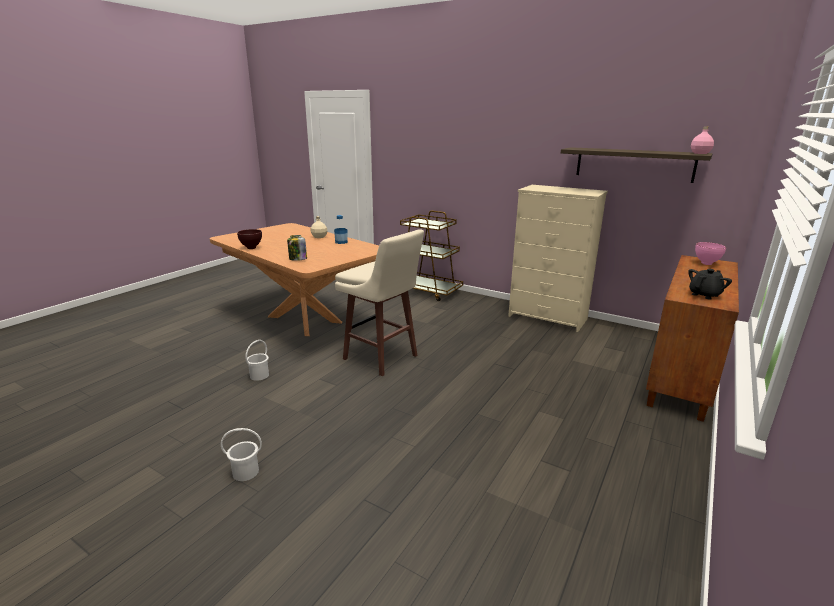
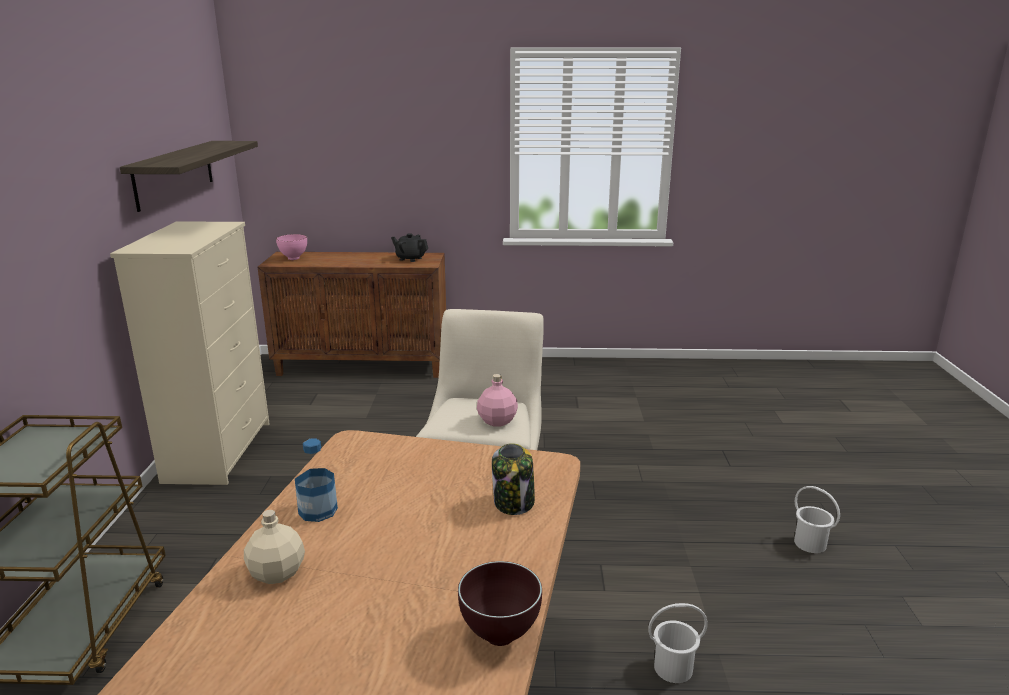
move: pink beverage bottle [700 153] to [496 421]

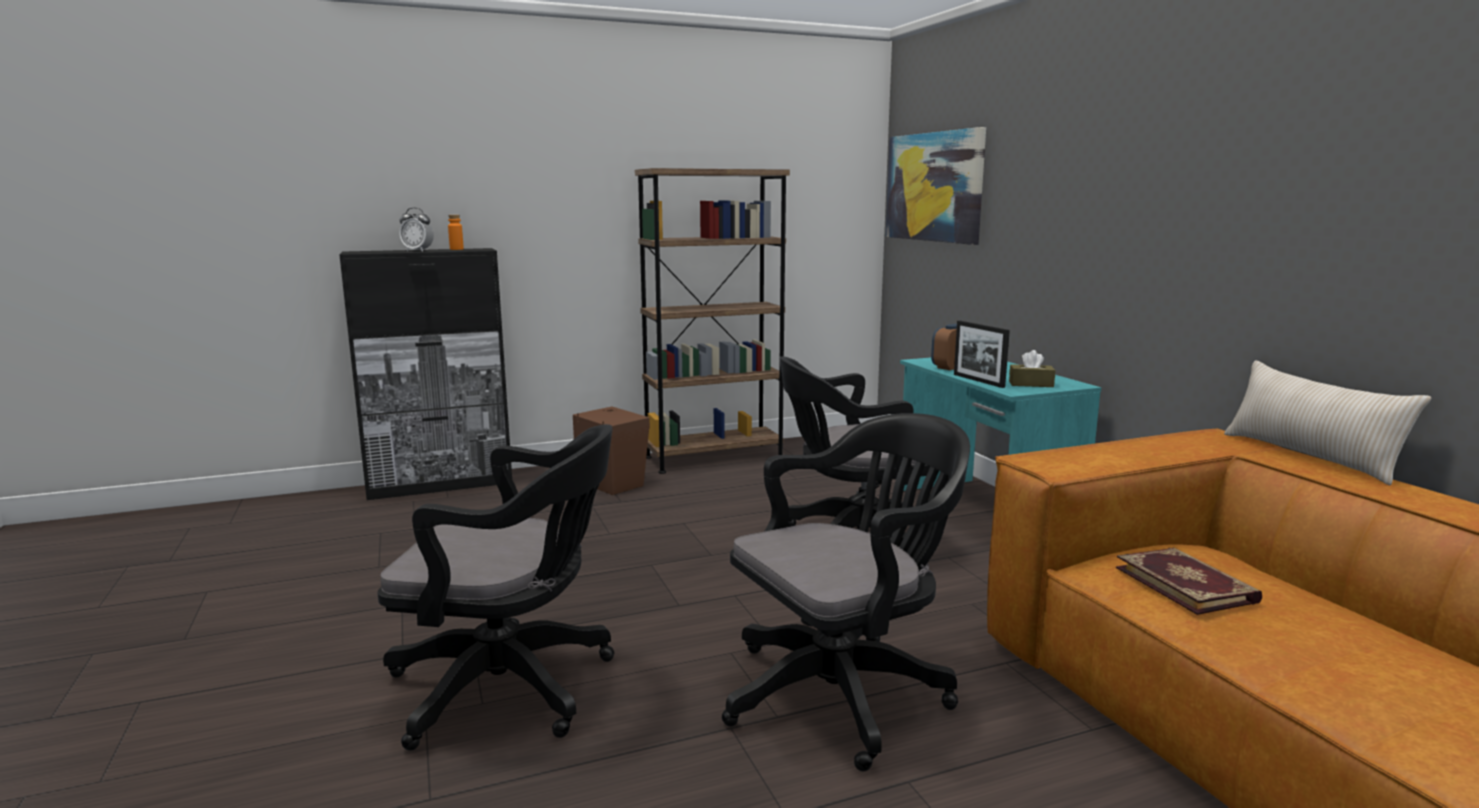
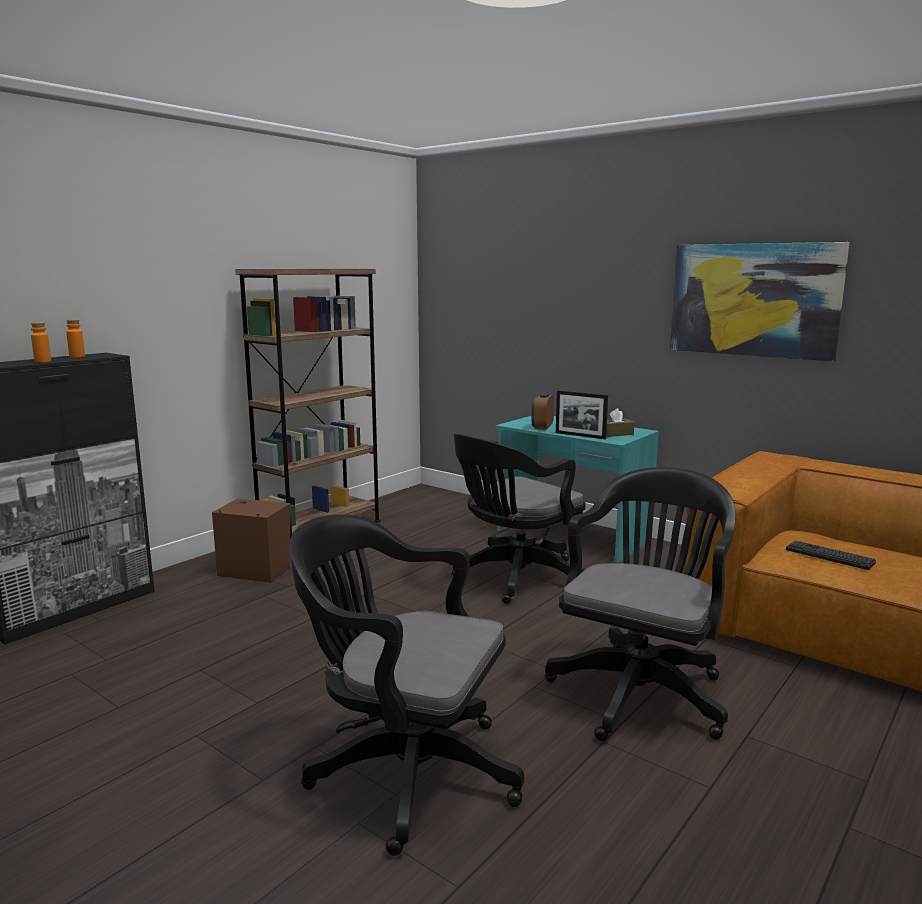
delete: beige-coloured pillow [1309 456]
move: wall picture [933 187] to [753 300]
replace: alarm clock [418 251] to orange beverage bottle [43 361]; volume [1186 584] to PC keyboard [829 556]
rotate: black-coloured computer chair [513 687] = [404 771] 135 degrees counterclockwise

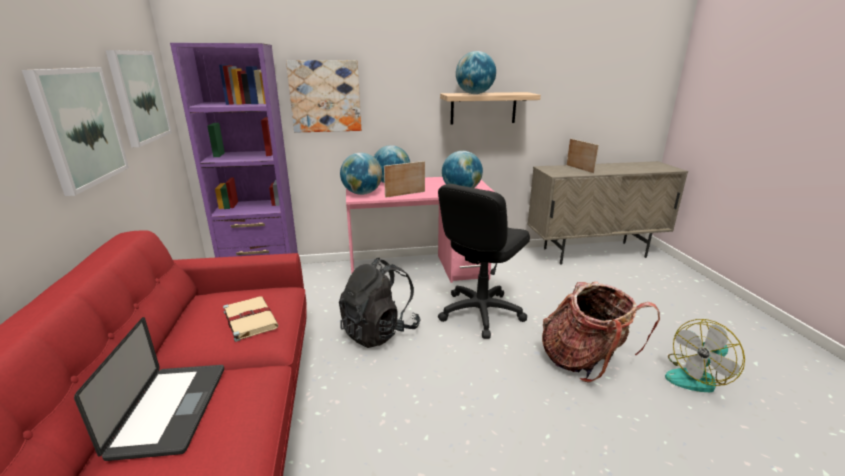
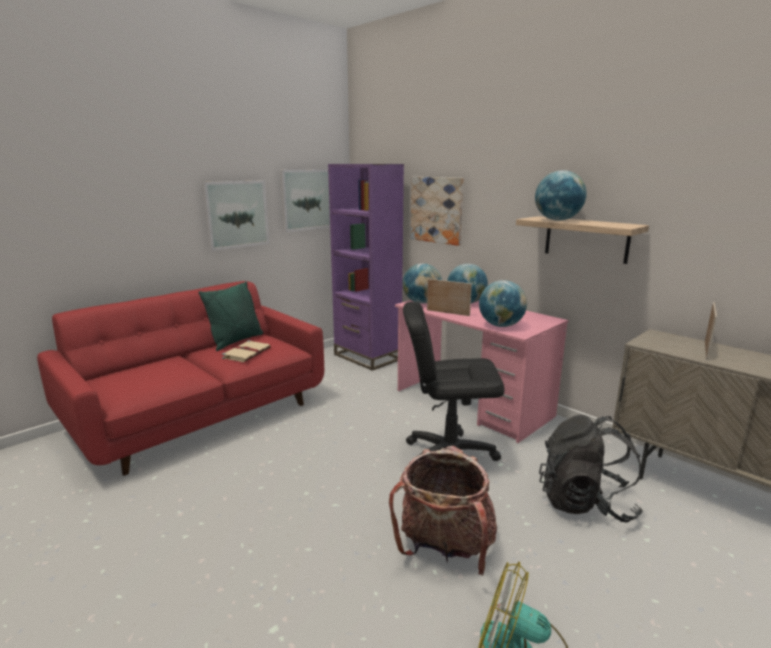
delete: notebook computer [170 410]
insert: greenish pillow [236 341]
move: black-coloured knapsack [379 331] to [585 502]

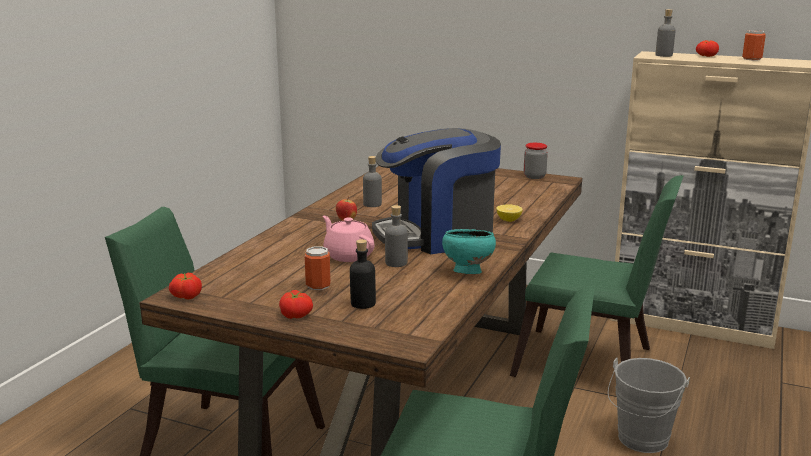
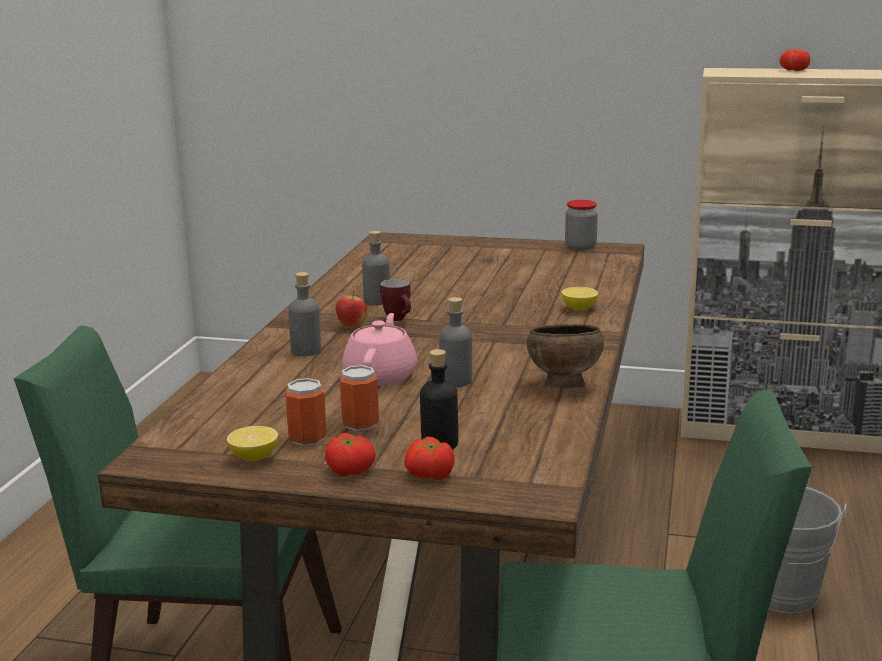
delete: coffee maker [437 235]; greenish upright chair [591 366]
insert: citrus fruit [254 458]; coffee mug [399 319]
move: sealed can [752 59] to [307 438]; gray beverage bottle [664 55] to [306 351]; tomato [186 296] to [430 475]
recolor: turquoise serving bowl [467 272] to brown-coloured serving bowl [562 386]
rotate: pink teapot [348 255] = [381 376] 60 degrees clockwise

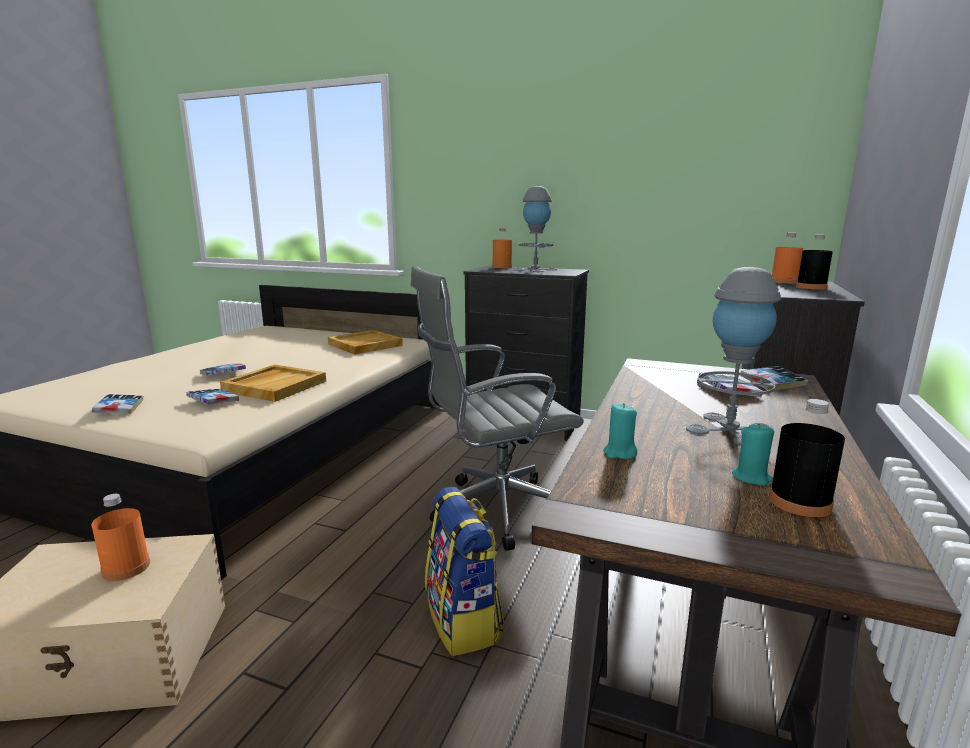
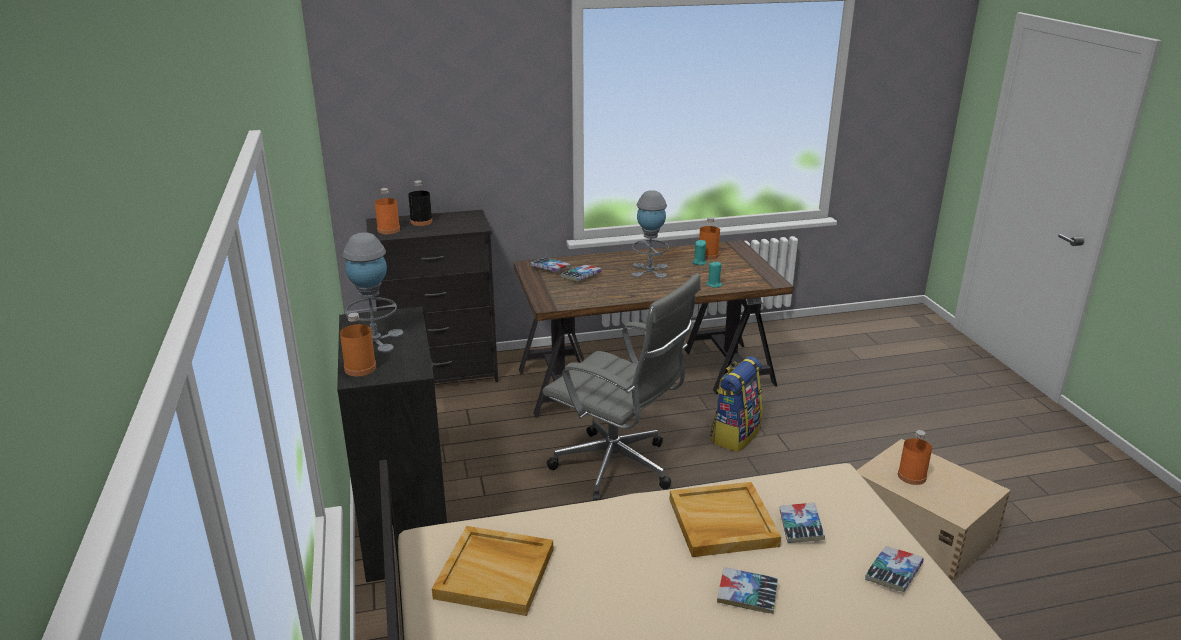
recolor: black-coloured beverage bottle [799 502] to orange beverage bottle [708 255]

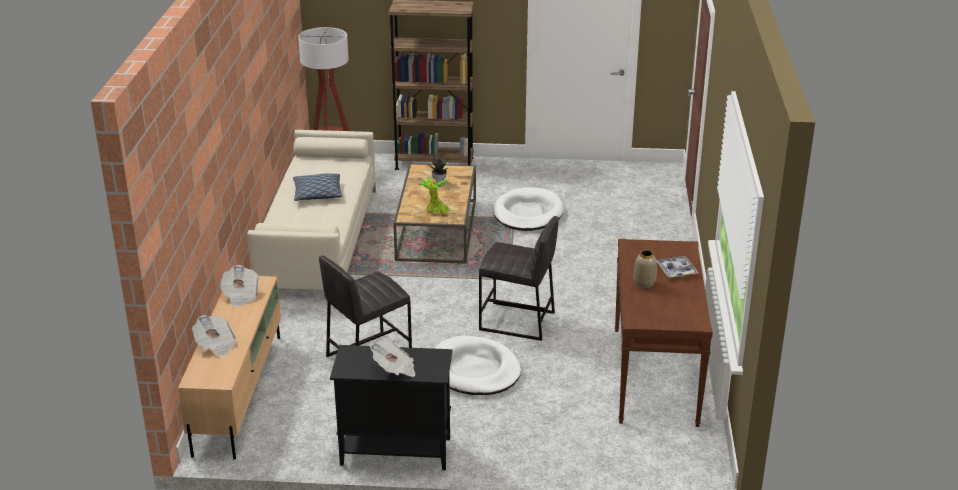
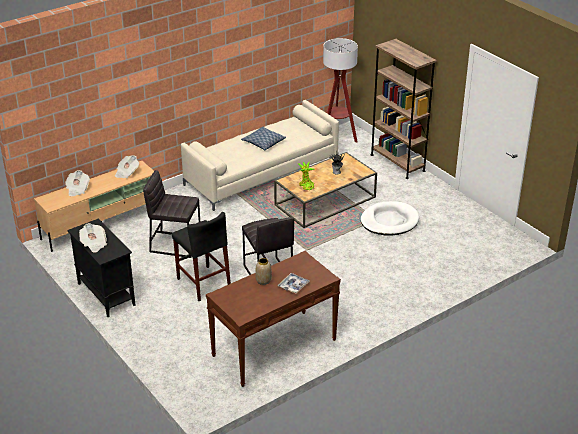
replace: white-coloured pet bed [474 370] to black-coloured stool seat [203 283]

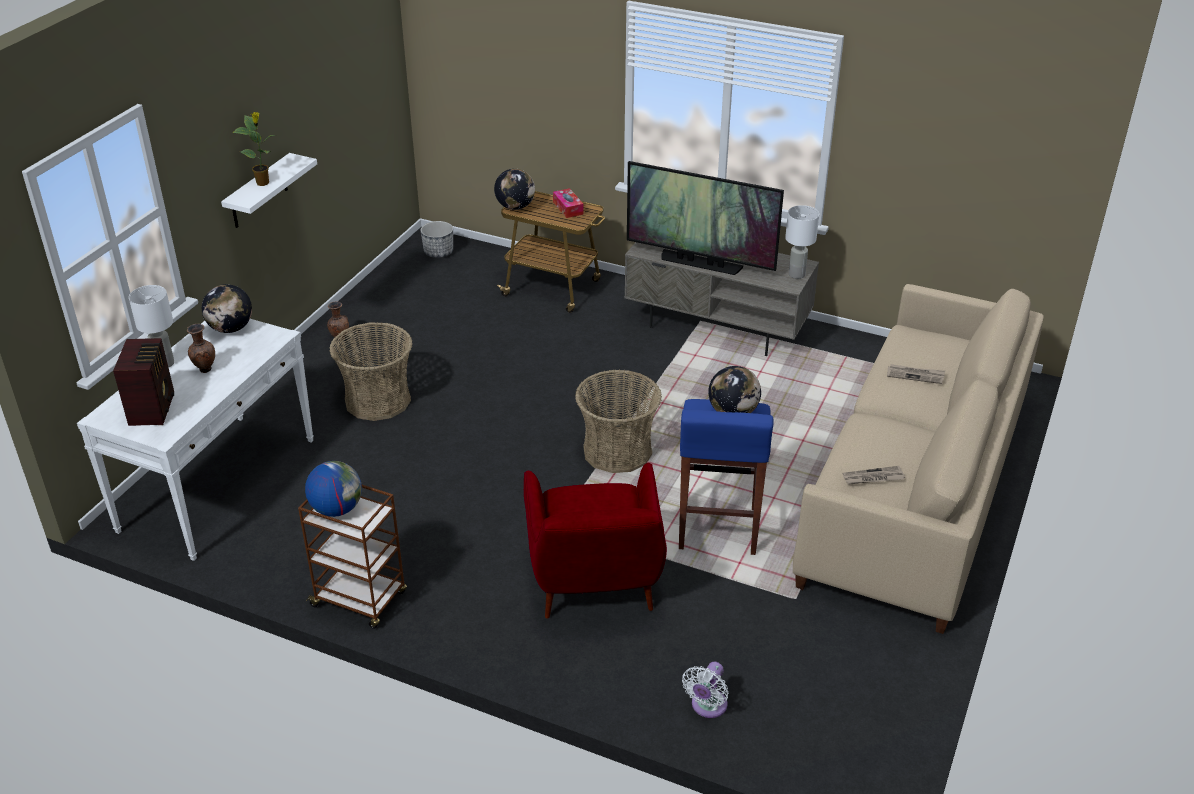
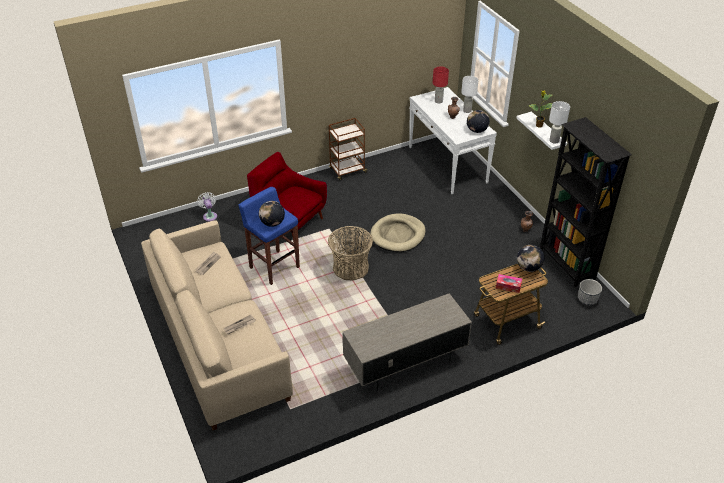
delete: desk globe [336 509]; basket [377 400]; TV [700 263]
insert: beige-coloured pet bed [398 235]; black-coloured bookcase [566 264]
move: white-coloured table lamp [797 275] to [554 141]
replace: radio set [153 408] to reddish table lamp [439 101]

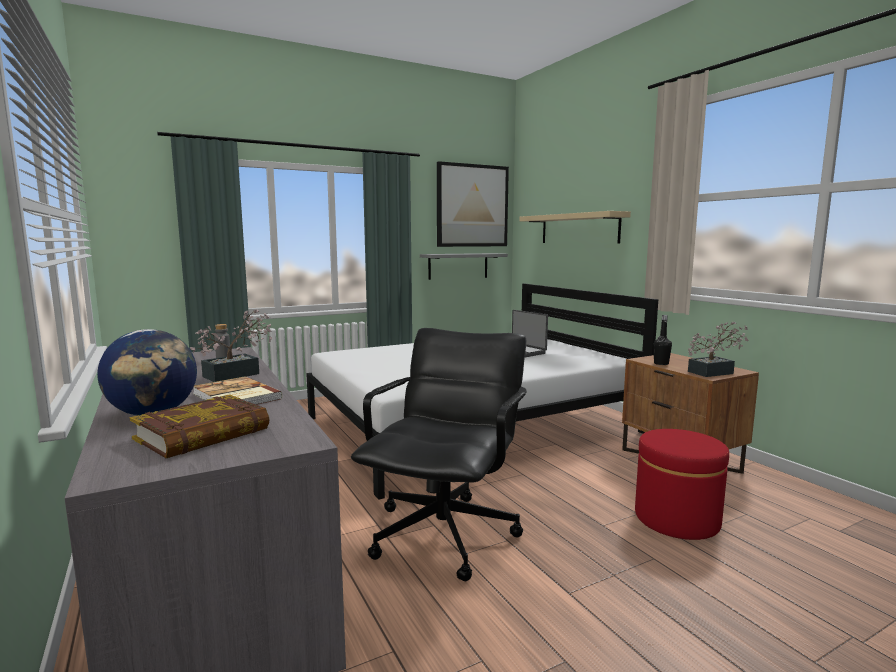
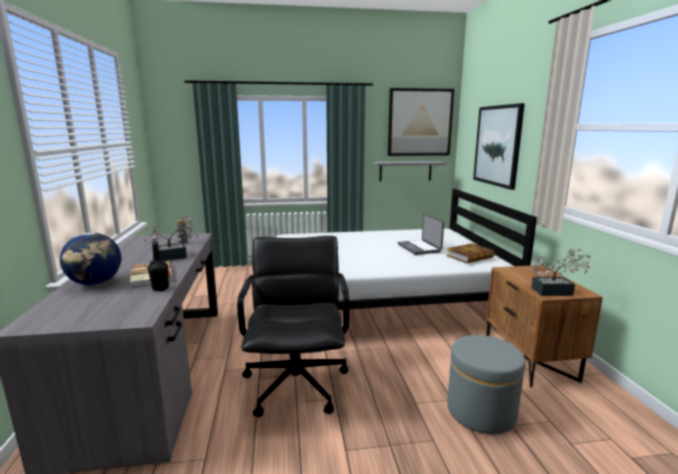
move: black-coloured beverage bottle [661 363] to [160 288]; volume [203 434] to [470 257]
replace: beige-coloured bracket shelf [578 228] to wall picture [497 145]
recolor: reddish ottoman [676 519] to gray ottoman [481 411]
rotate: black-coloured computer chair [445 534] = [297 384] 45 degrees counterclockwise

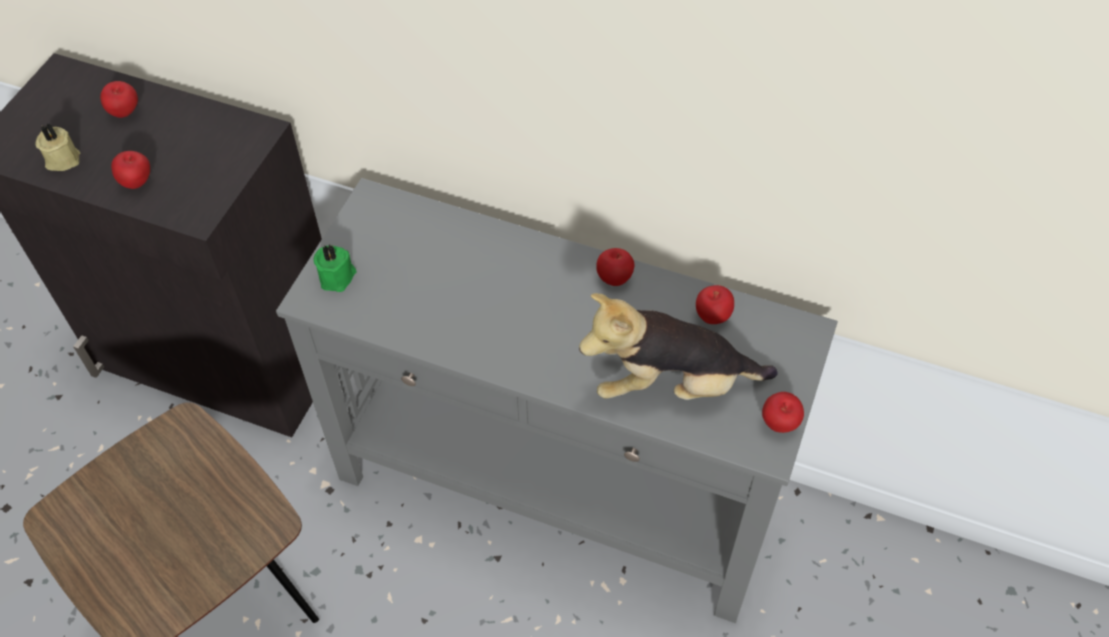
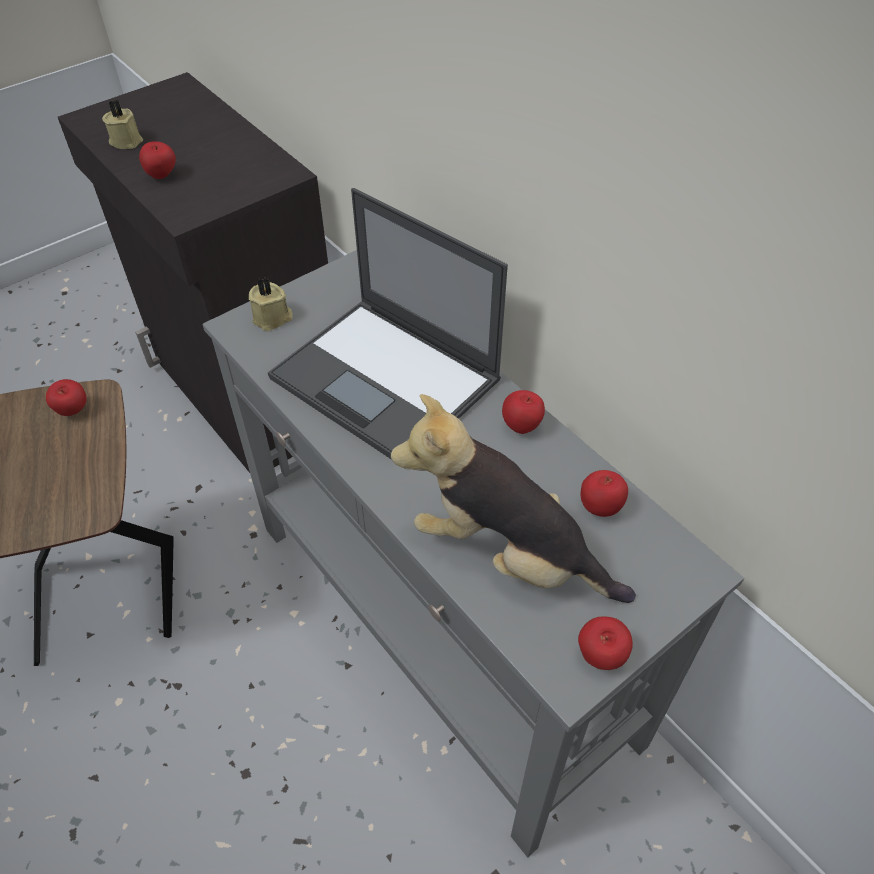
insert: notebook computer [387 380]
move: apple [125 113] to [73 412]
recolor: greenish wax light [338 277] to beige-coloured wax light [273 318]

